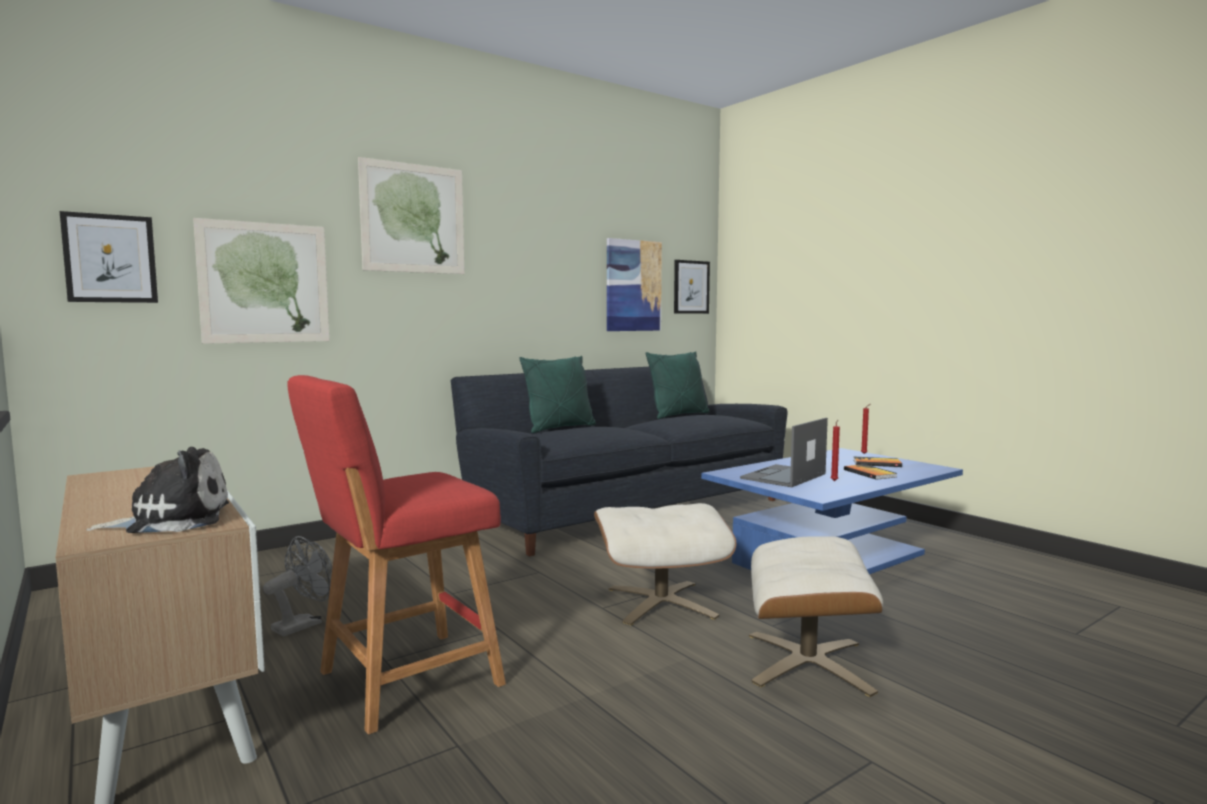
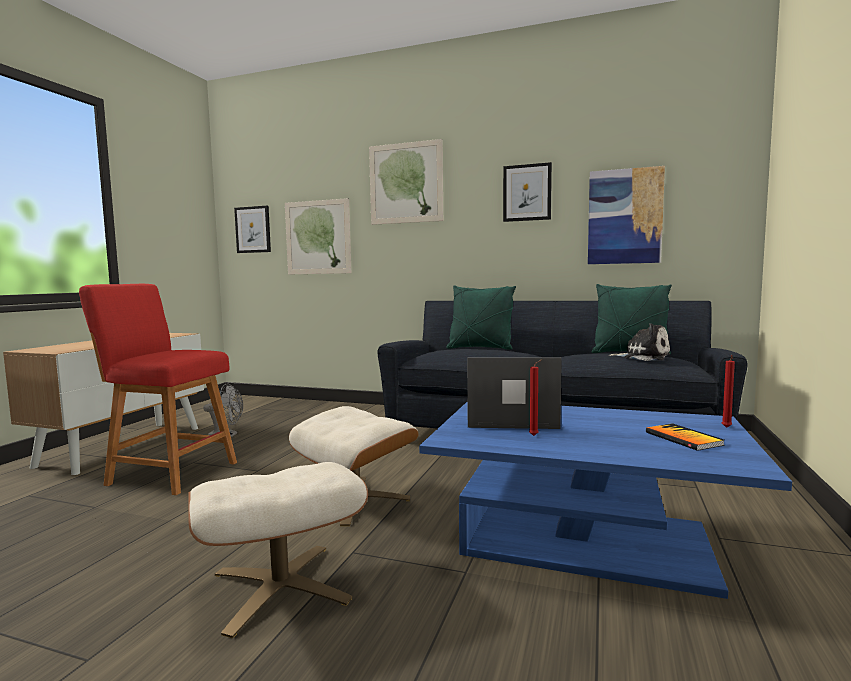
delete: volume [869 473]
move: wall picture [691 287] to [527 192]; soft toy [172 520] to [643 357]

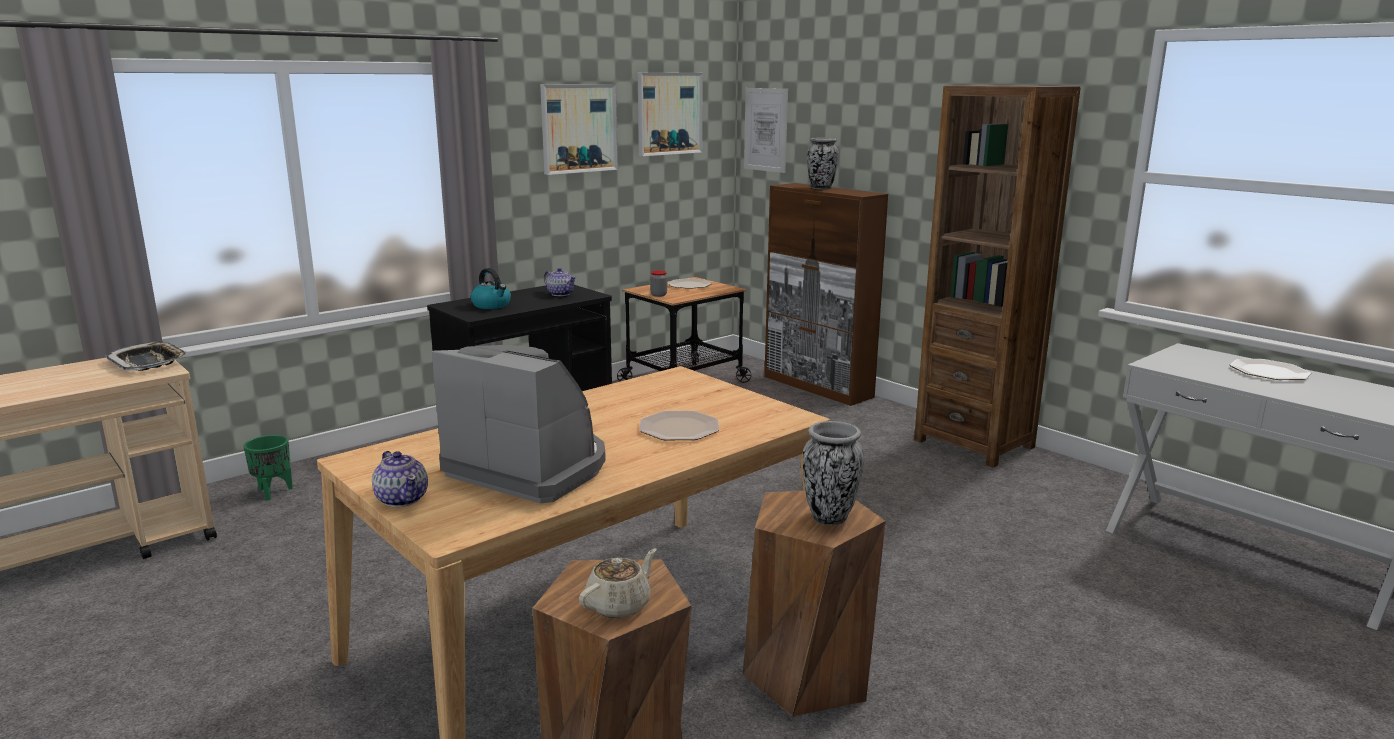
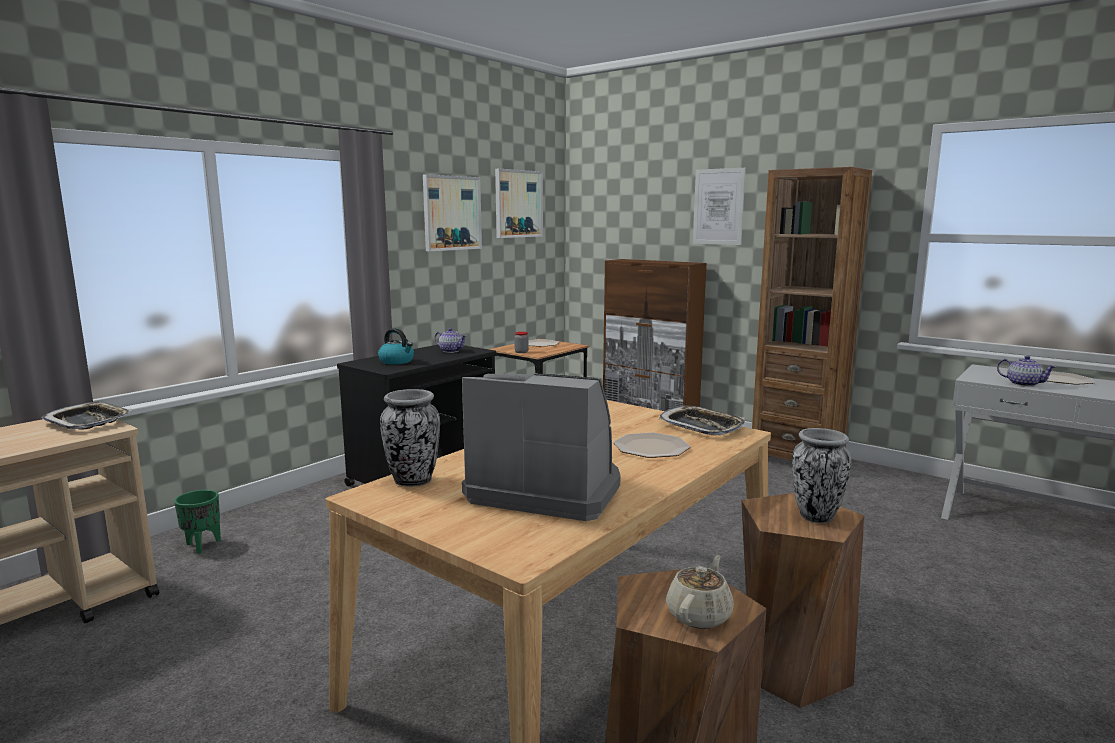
insert: carrying tray [701 426]
move: vase [821 188] to [413 481]; wall picture [765 129] to [718 206]; teapot [402 499] to [1023 384]

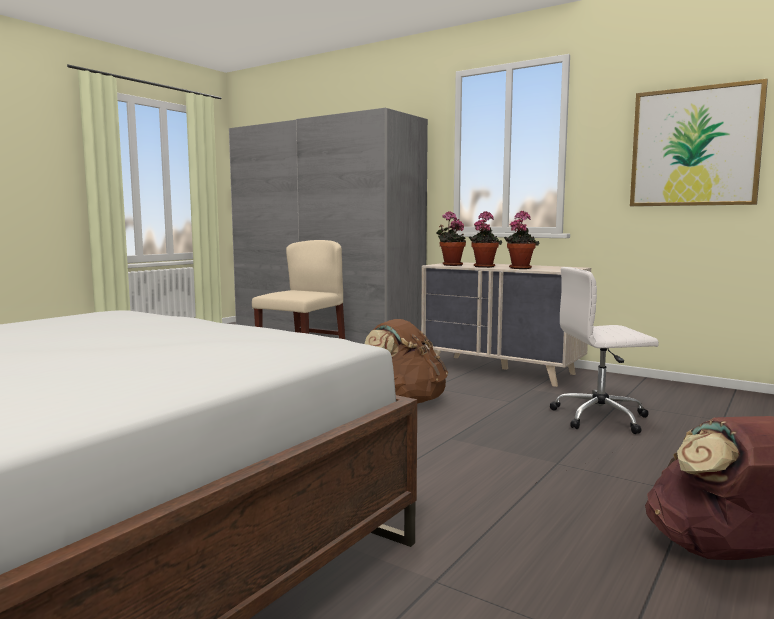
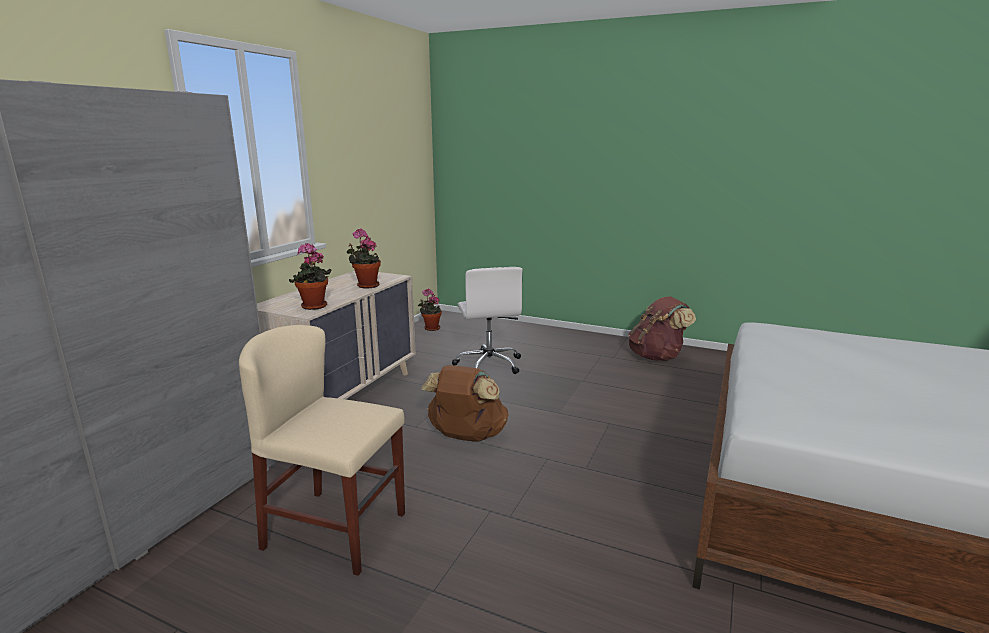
delete: wall picture [694 147]
move: plant in a pot [484 266] to [430 328]

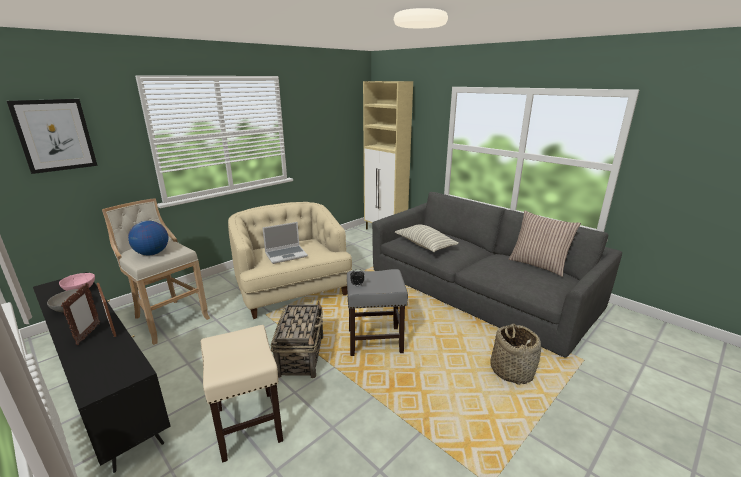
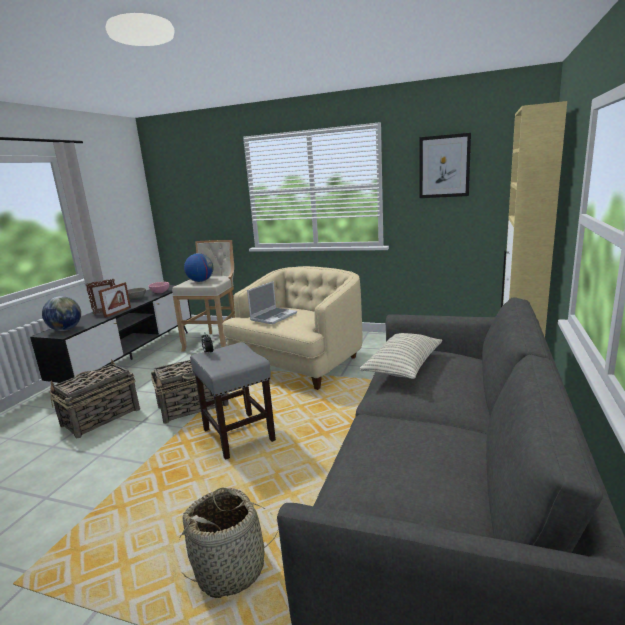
delete: pillow [538 264]
insert: desk globe [66 329]
move: wall picture [55 135] to [444 166]
replace: beige-coloured stool seat [249 425] to basket [100 418]
rotate: notebook computer [286 255] = [273 316] 90 degrees counterclockwise

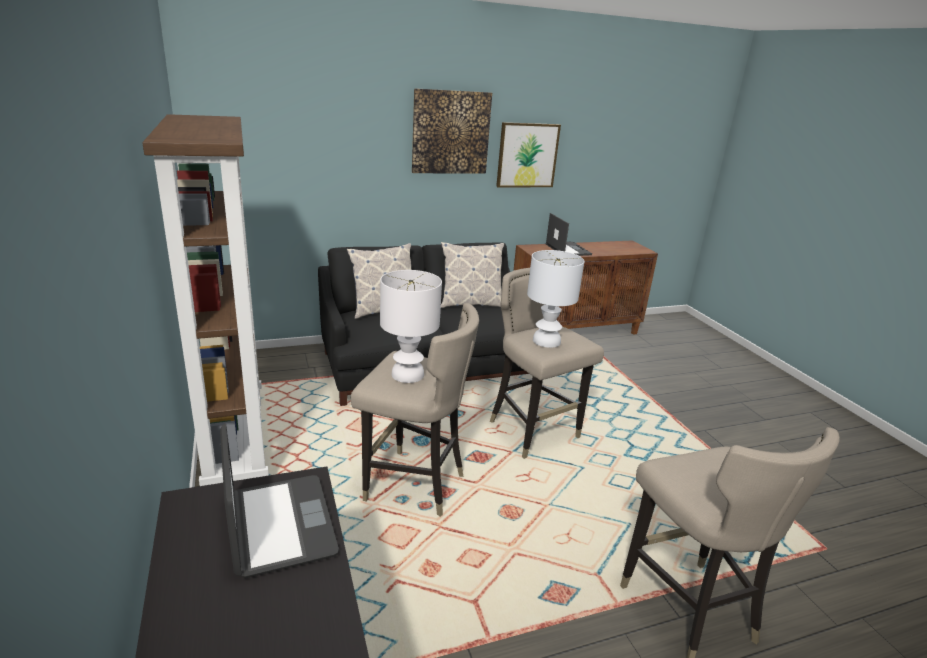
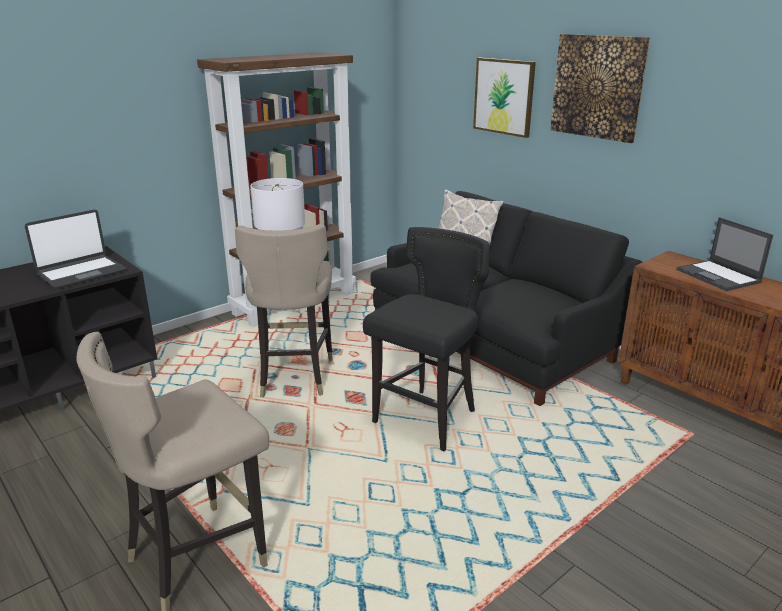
delete: pillow [470 303]; white-coloured table lamp [546 341]
move: wall picture [527 155] to [504 96]
recolor: beige-coloured stool seat [533 432] to black-coloured stool seat [426 420]
rotate: notebook computer [567 249] = [719 276] 105 degrees clockwise

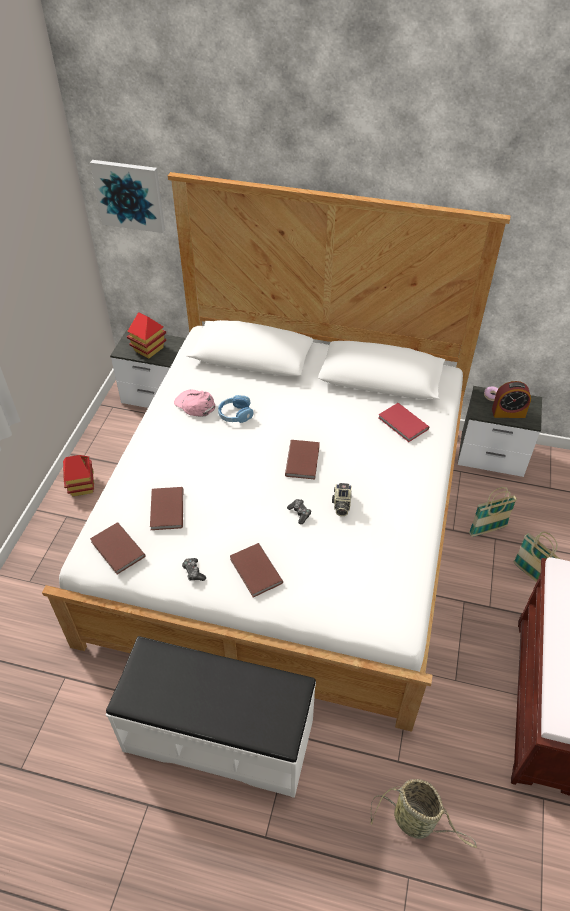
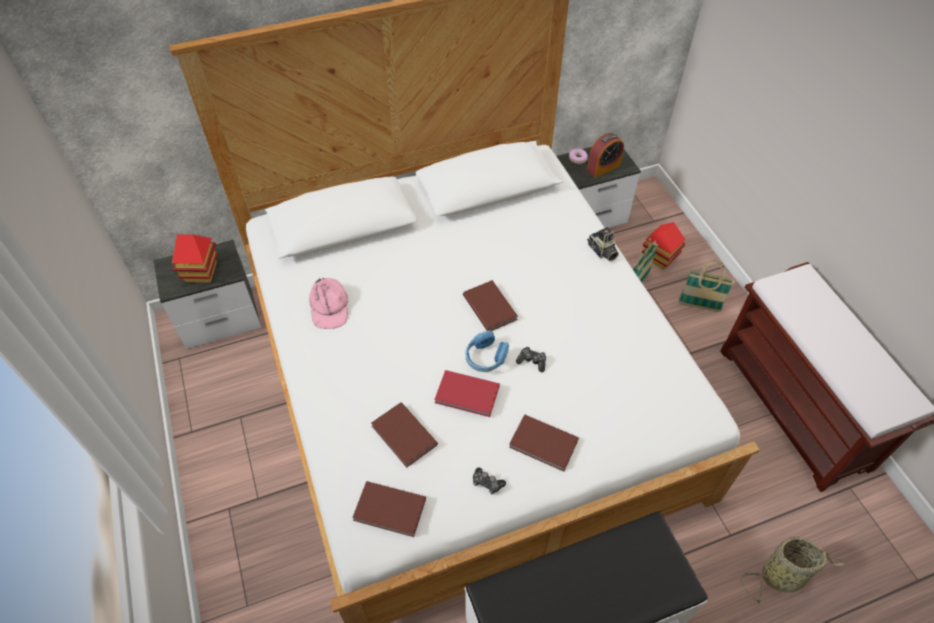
delete: wall picture [129 195]
move: reddish volume [402 424] to [467 396]; bluish headset [235 414] to [486 357]; still camera [341 505] to [602 251]; miniature house [82 486] to [659 258]
rotate: pink cap [195 405] = [329 307] 105 degrees counterclockwise

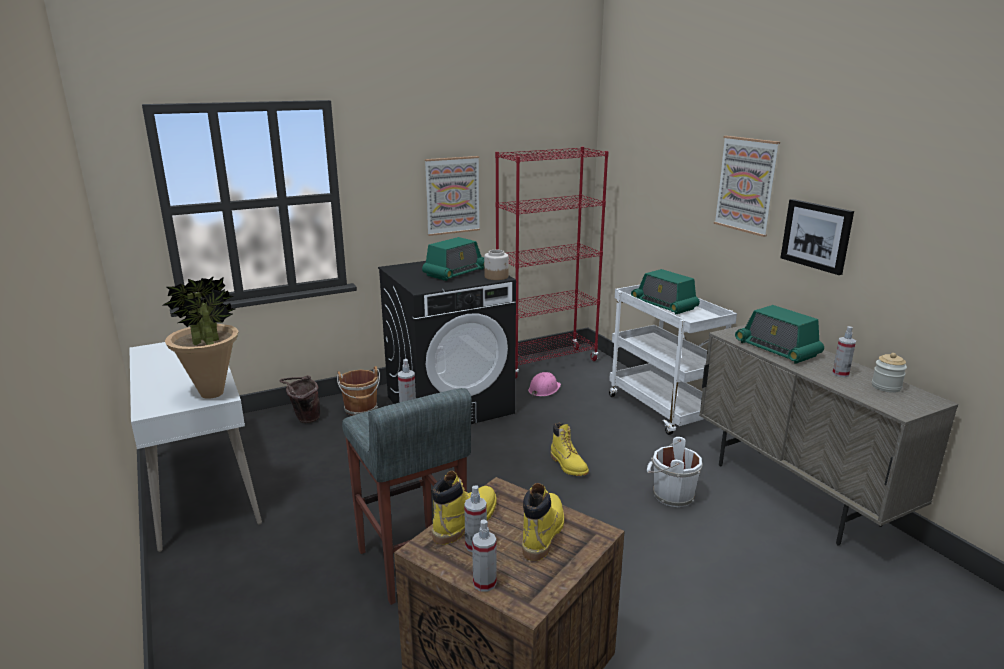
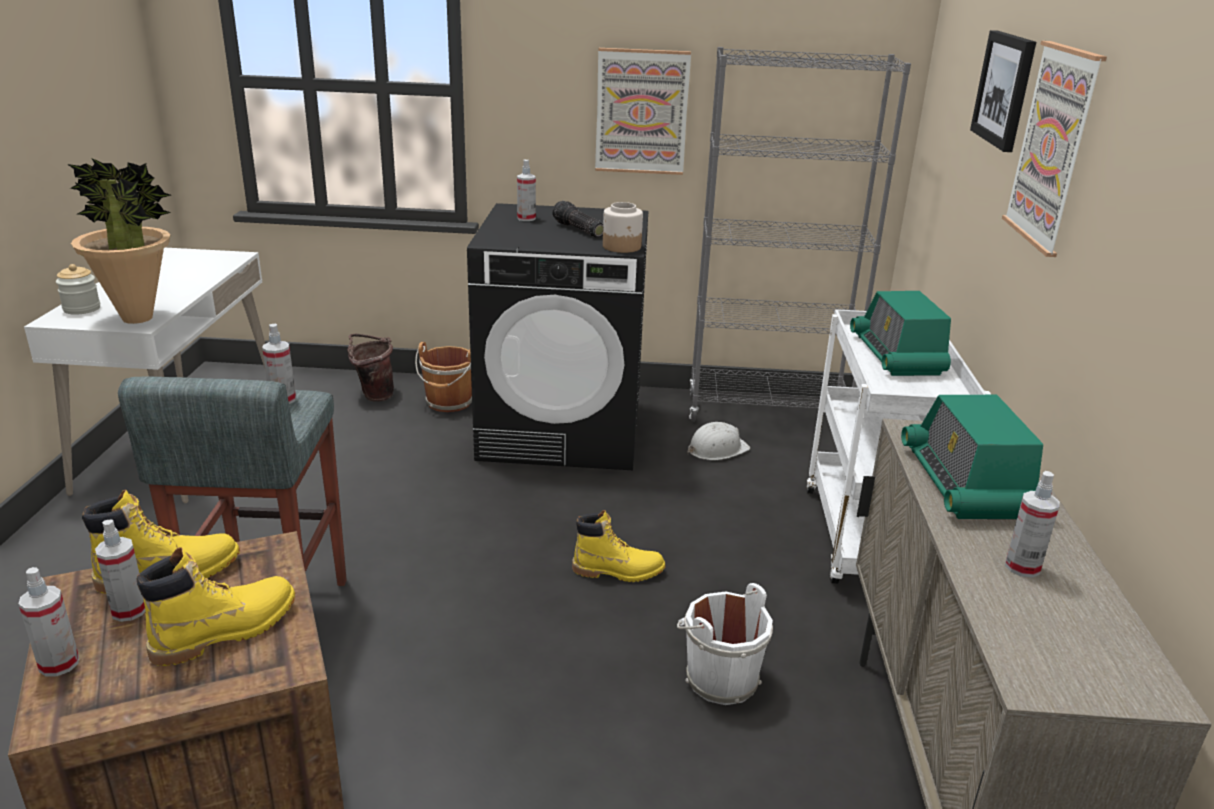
insert: spray bottle [526 218]
move: jar [886 387] to [82 309]; wall picture [817 235] to [1005 89]
replace: radio set [455 272] to hand torch [578 230]
recolor: pink safety helmet [544 389] to white-coloured safety helmet [717 449]; reddish bookcase [546 363] to gray bookcase [767 412]
rotate: yellow boot [568 465] = [618 571] 90 degrees counterclockwise

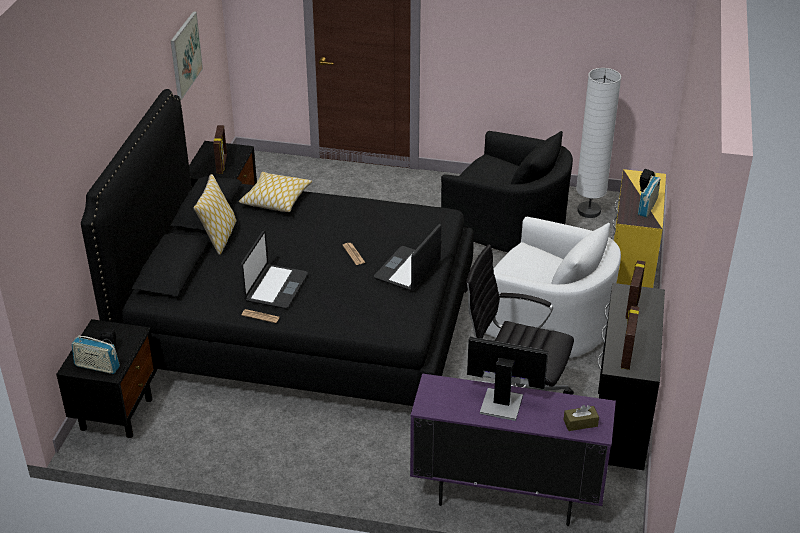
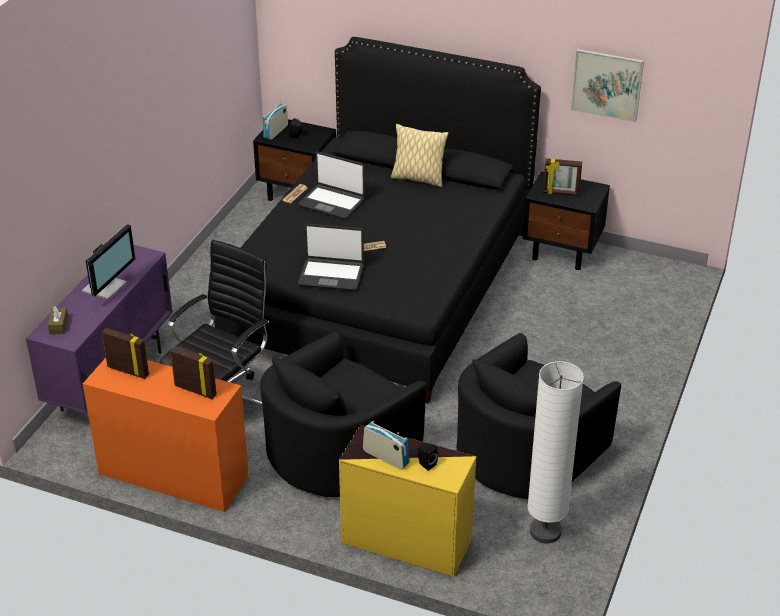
delete: pillow [276 199]
recolor: black-coloured desk unit [621 417] to orange desk unit [173 475]; white-coloured lounge chair [546 321] to black-coloured lounge chair [337 450]
rotate: notebook computer [408 270] = [331 275] 150 degrees clockwise

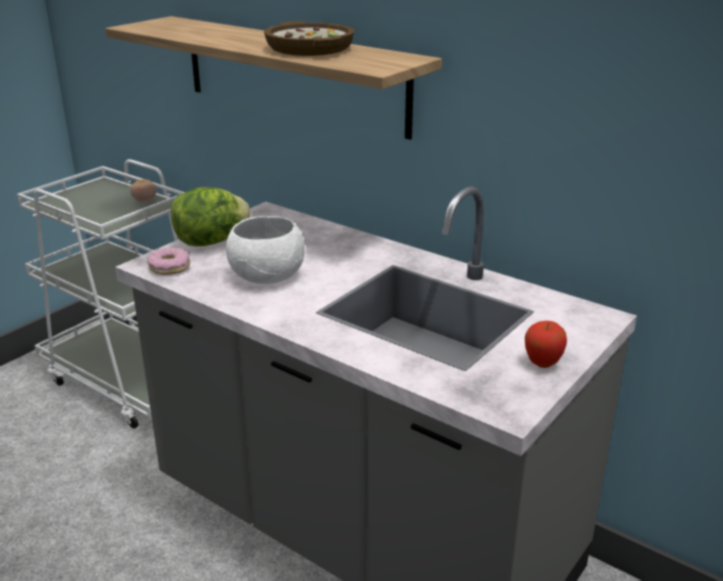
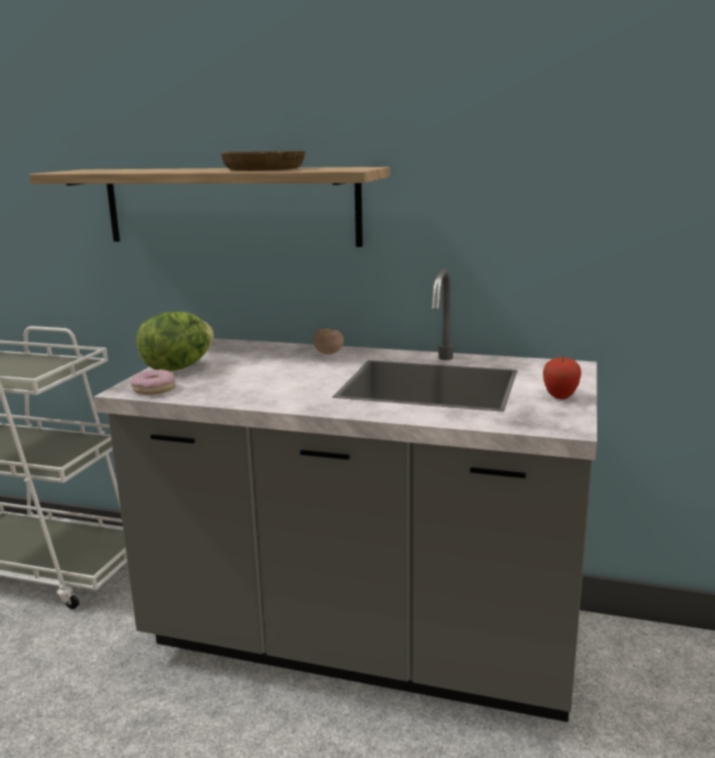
delete: white-coloured serving bowl [268 276]
move: tomato [144 201] to [328 353]

